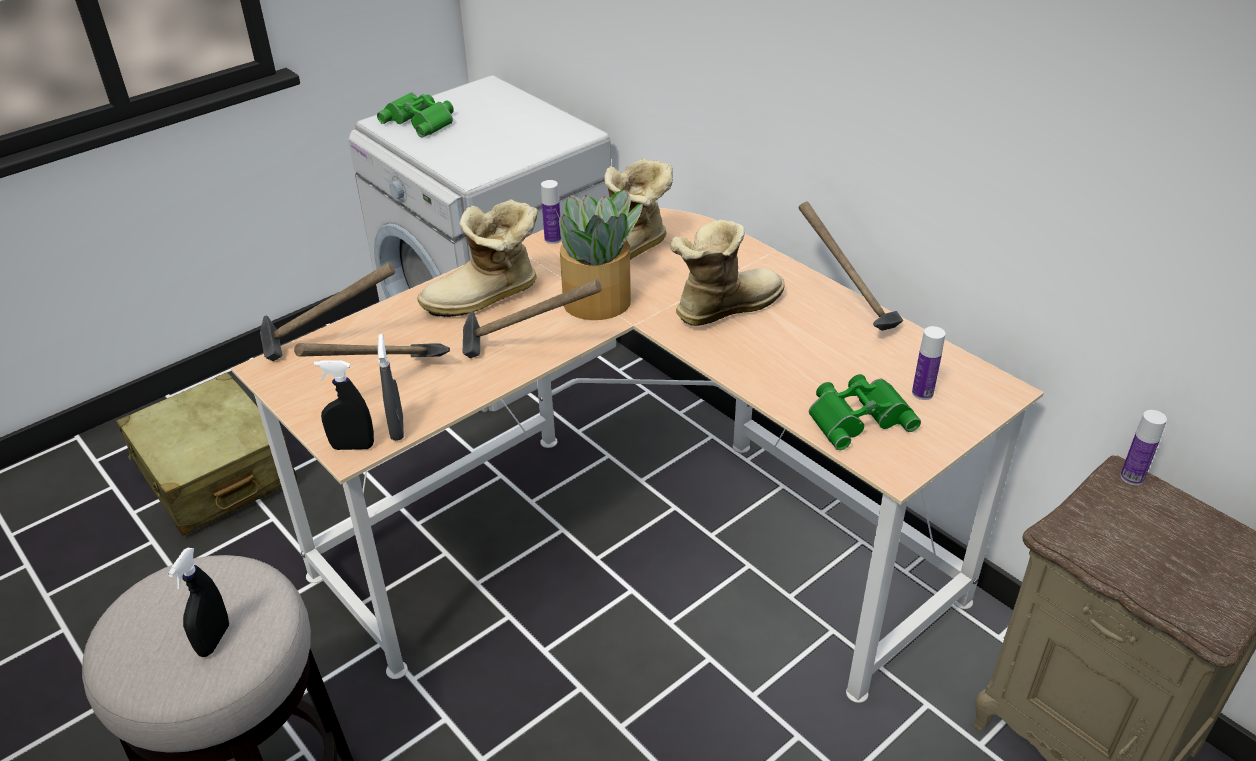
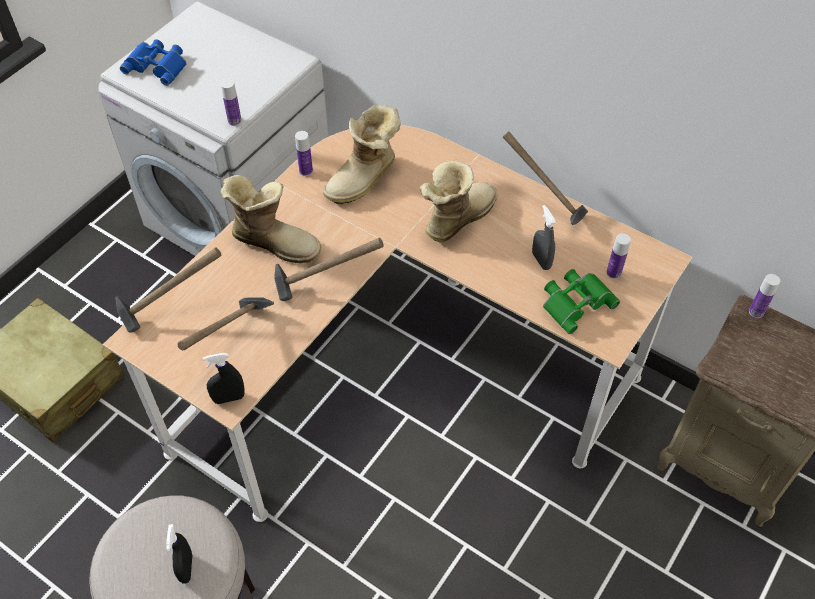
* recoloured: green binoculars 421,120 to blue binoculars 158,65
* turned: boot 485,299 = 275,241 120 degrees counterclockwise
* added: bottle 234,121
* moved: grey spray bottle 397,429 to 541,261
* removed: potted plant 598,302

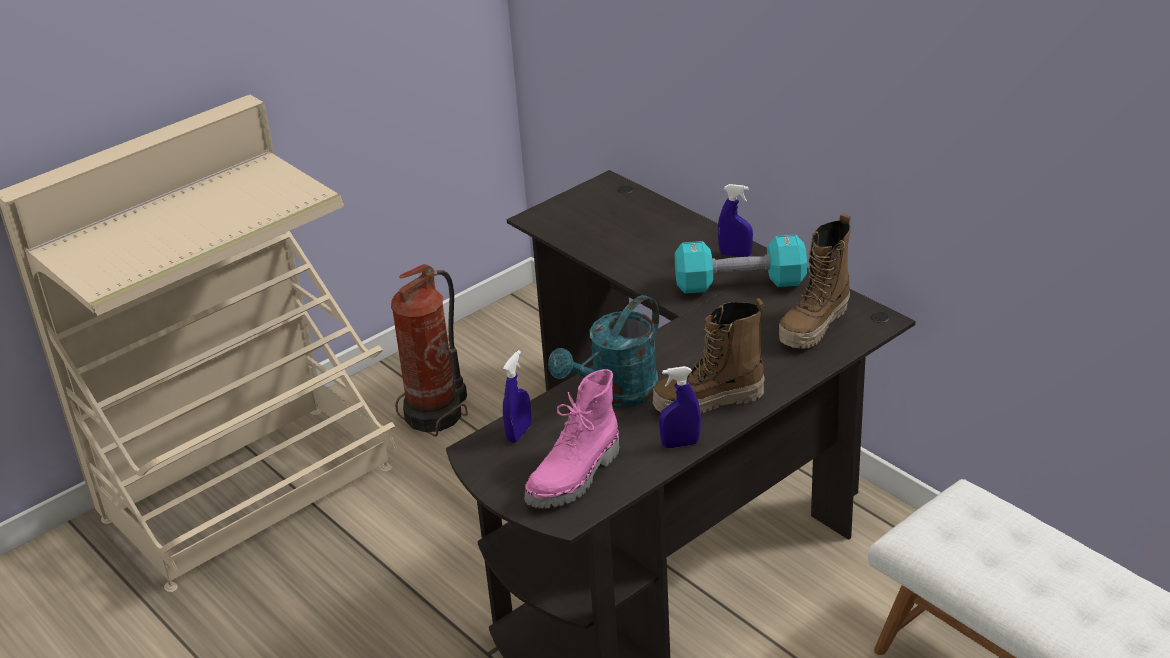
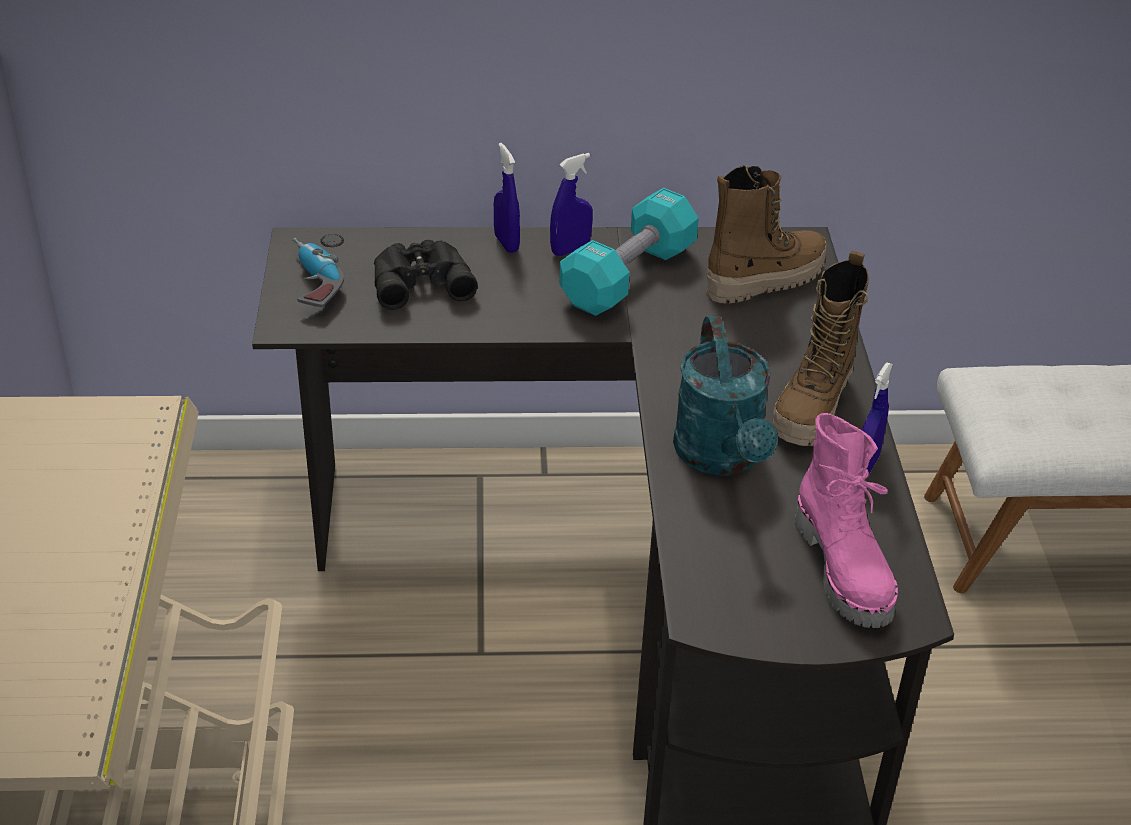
* added: power drill 311,284
* added: black binoculars 420,280
* moved: blue spray bottle 519,433 to 506,243
* turned: boot 815,326 = 764,279 105 degrees counterclockwise
* removed: fire extinguisher 437,414

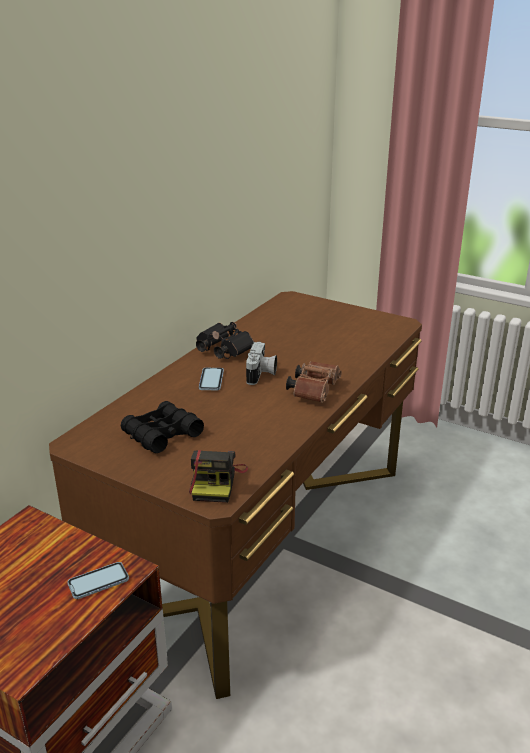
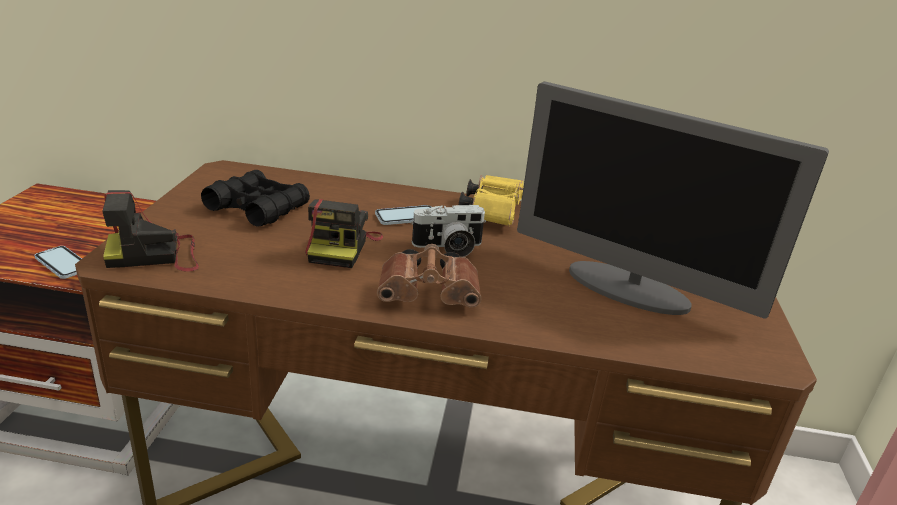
* added: photo camera 342,247
* recoloured: black binoculars 222,351 to yellow binoculars 492,212
* added: monitor 628,289

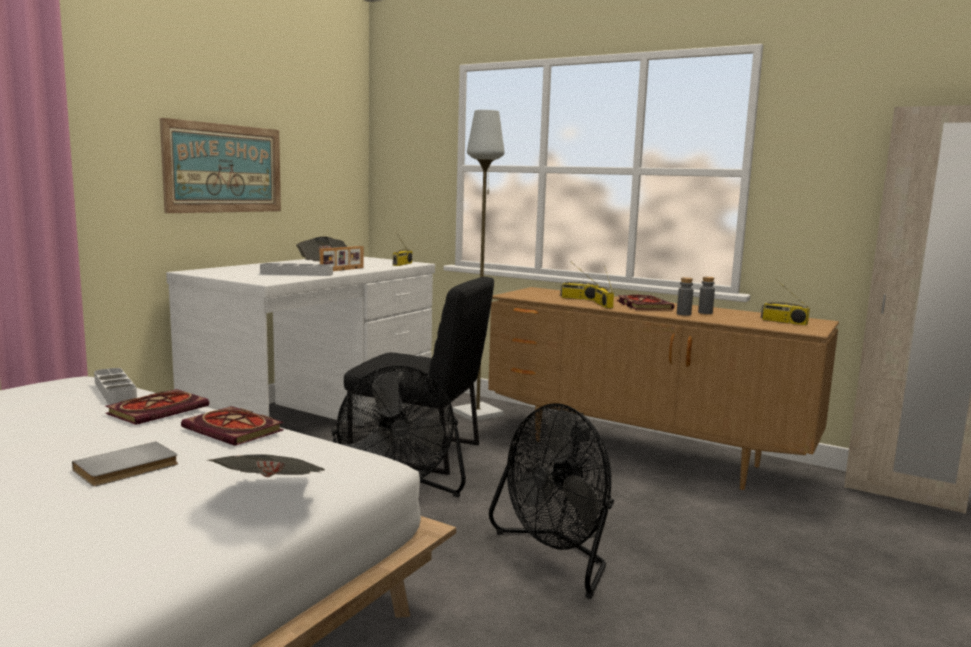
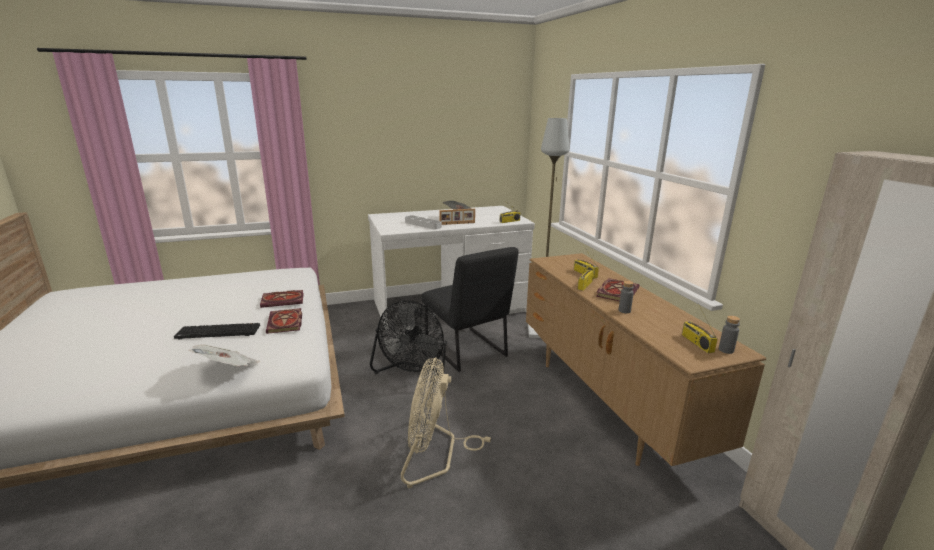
* replaced: grey book 128,468 to keyboard 217,333
* recoloured: black fan 559,553 to beige fan 437,451
* moved: grey bottle 705,312 to 726,350
* removed: grey tray 115,391
* removed: picture 224,168

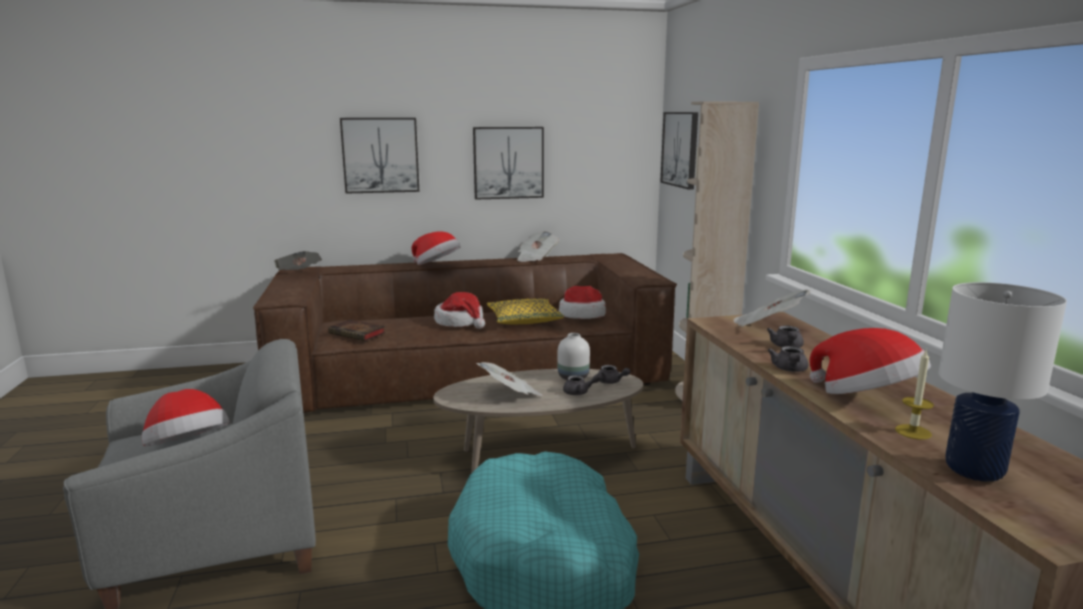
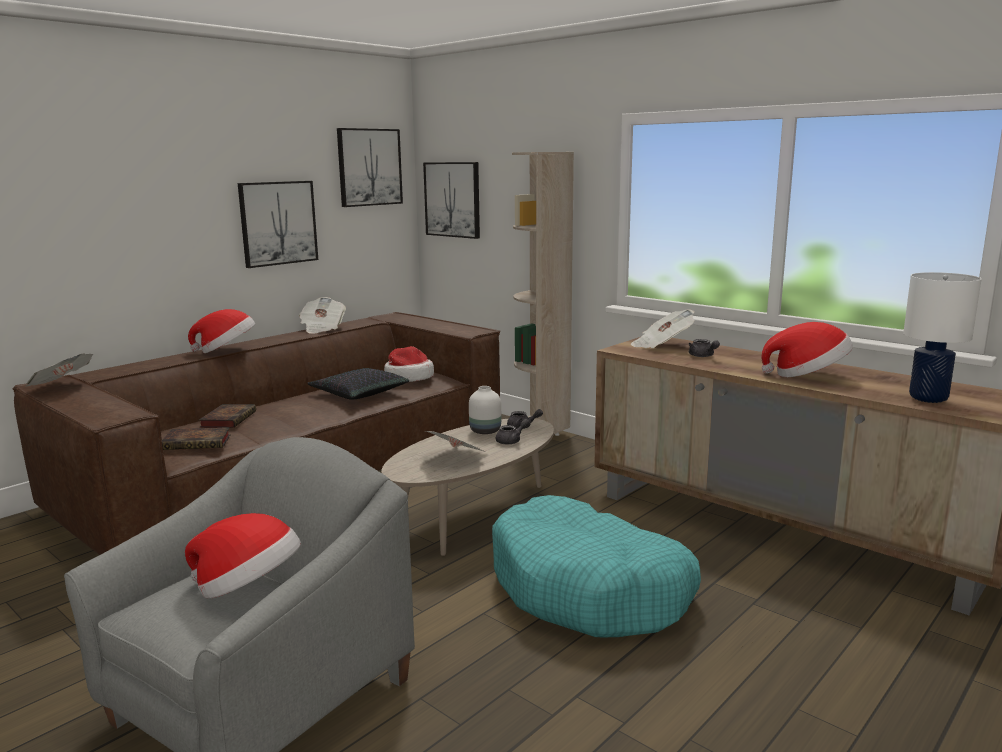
* added: book 228,419
* recoloured: yellow pillow 524,320 to black pillow 359,393
* moved: picture 380,155 to 369,167
* removed: hat 460,322
* removed: grey teapot 789,370
* removed: candle 913,432

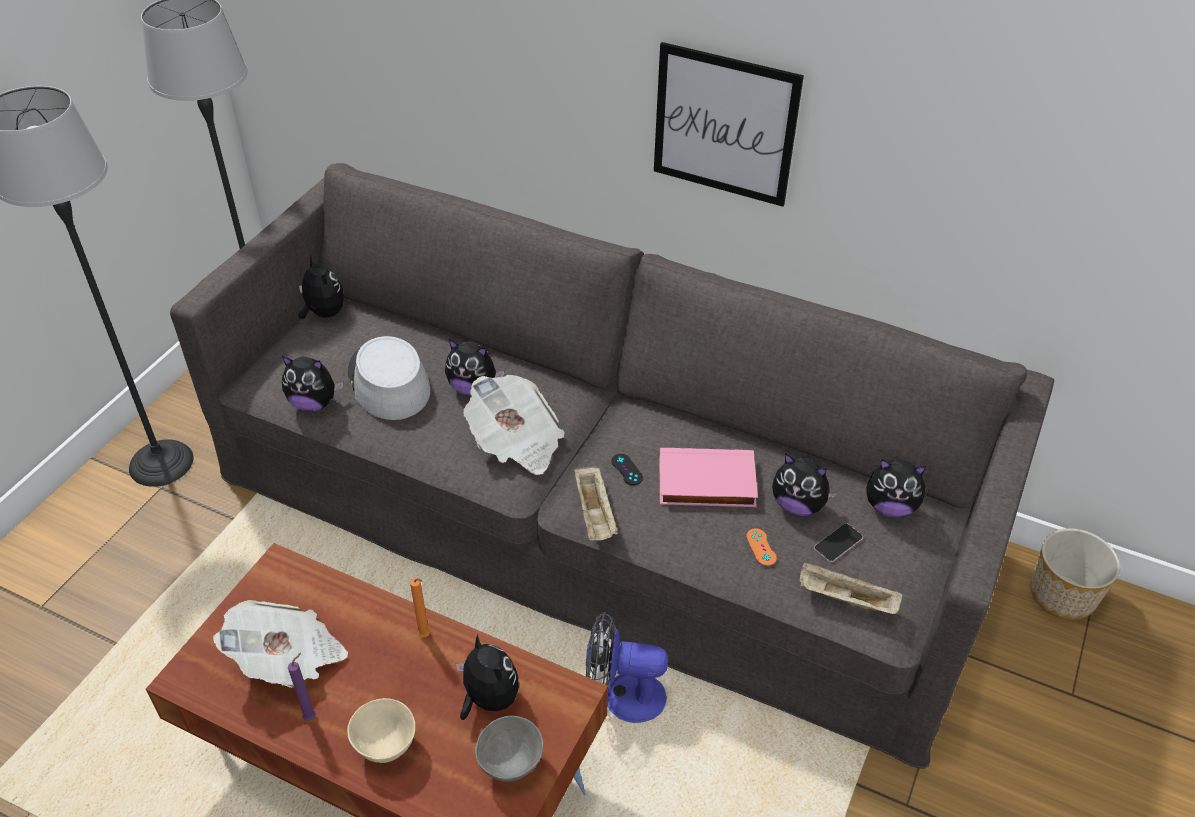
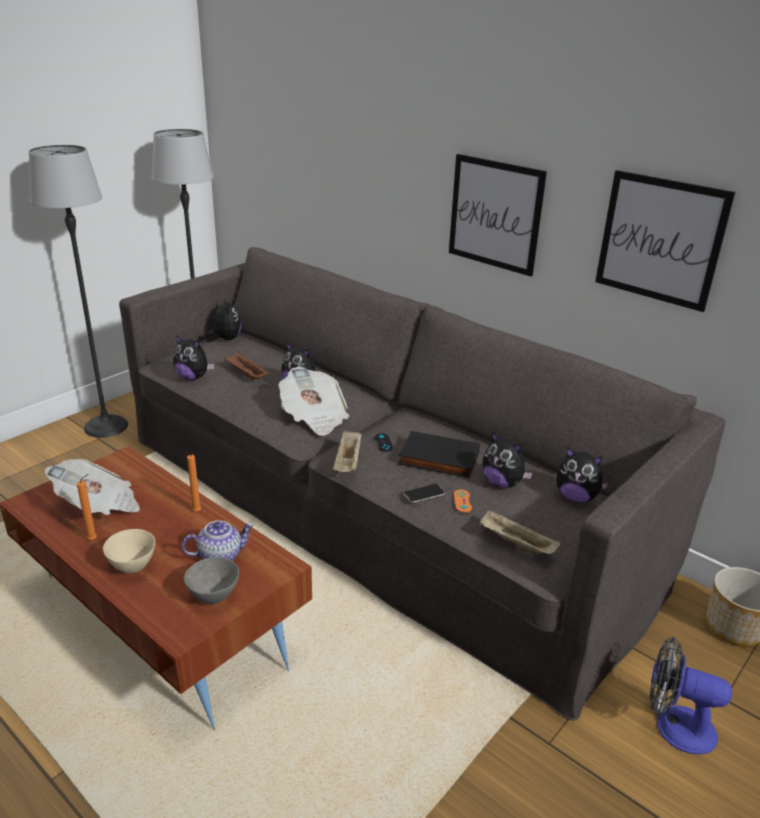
* recoloured: purple candle 311,716 to orange candle 94,539
* replaced: plush toy 488,698 to teapot 220,555
* replaced: grey hat 388,382 to brown tray 246,374
* recoloured: pink book 706,484 to black book 438,459
* moved: phone 838,543 to 424,493
* added: picture 660,240
* moved: fan 623,696 to 674,726

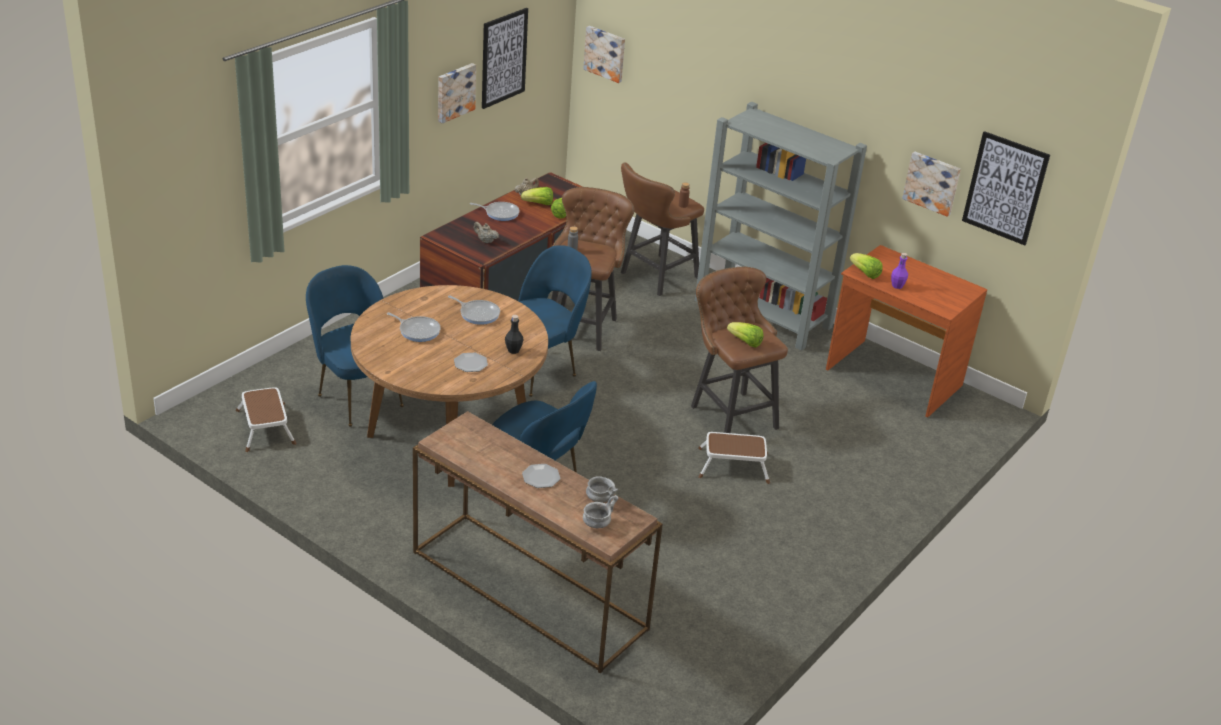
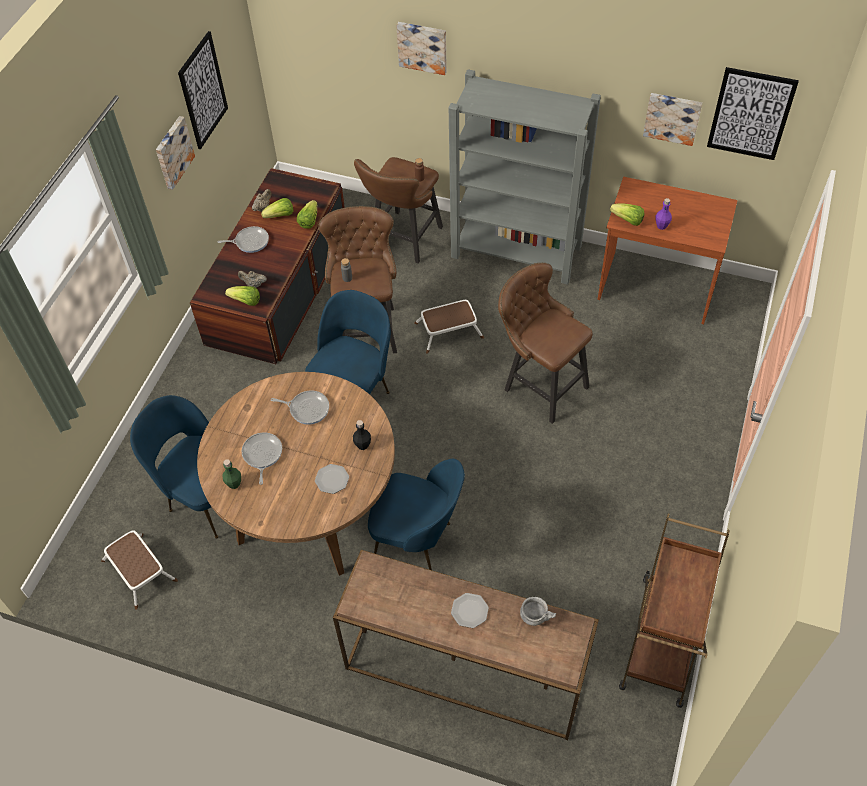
* added: green bottle 234,484
* moved: lettuce 745,342 to 245,301
* turned: frying pan 418,331 = 262,455 105 degrees counterclockwise
* moved: picture 605,53 to 422,46
* moved: brown step ladder 733,465 to 448,330
* added: brown cart 661,641
* removed: grey bowl 597,523

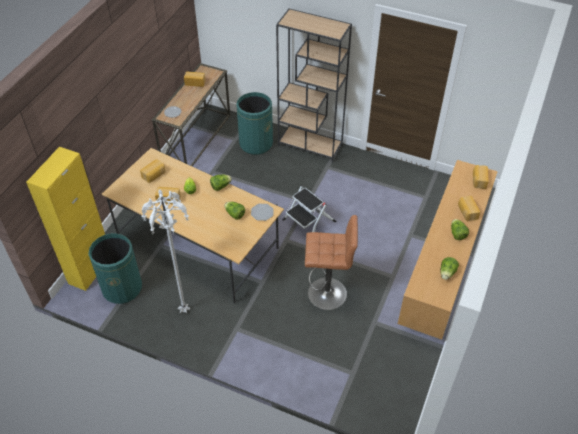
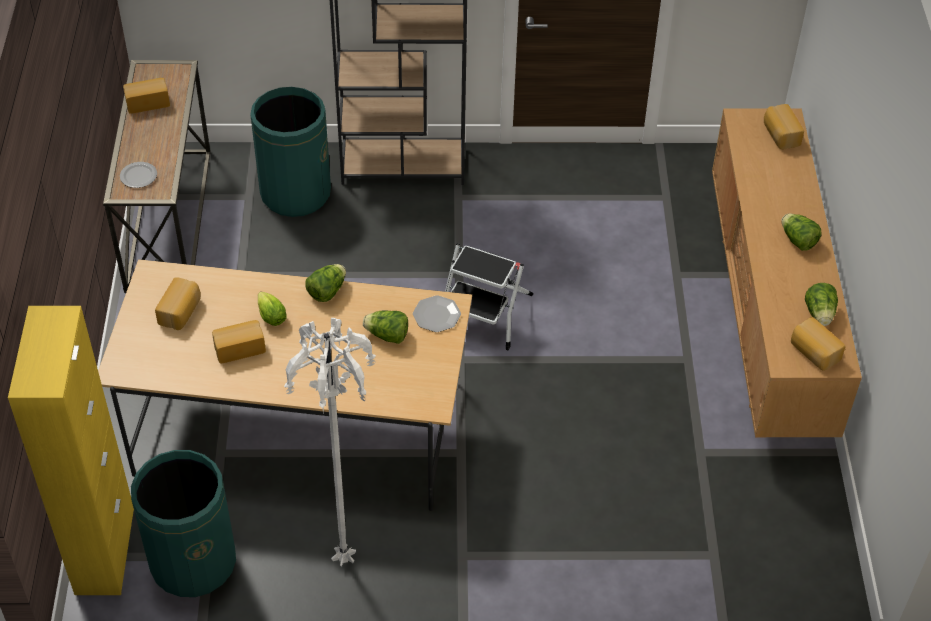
* moved: bread 467,212 to 813,352
* removed: brown stool 327,294

